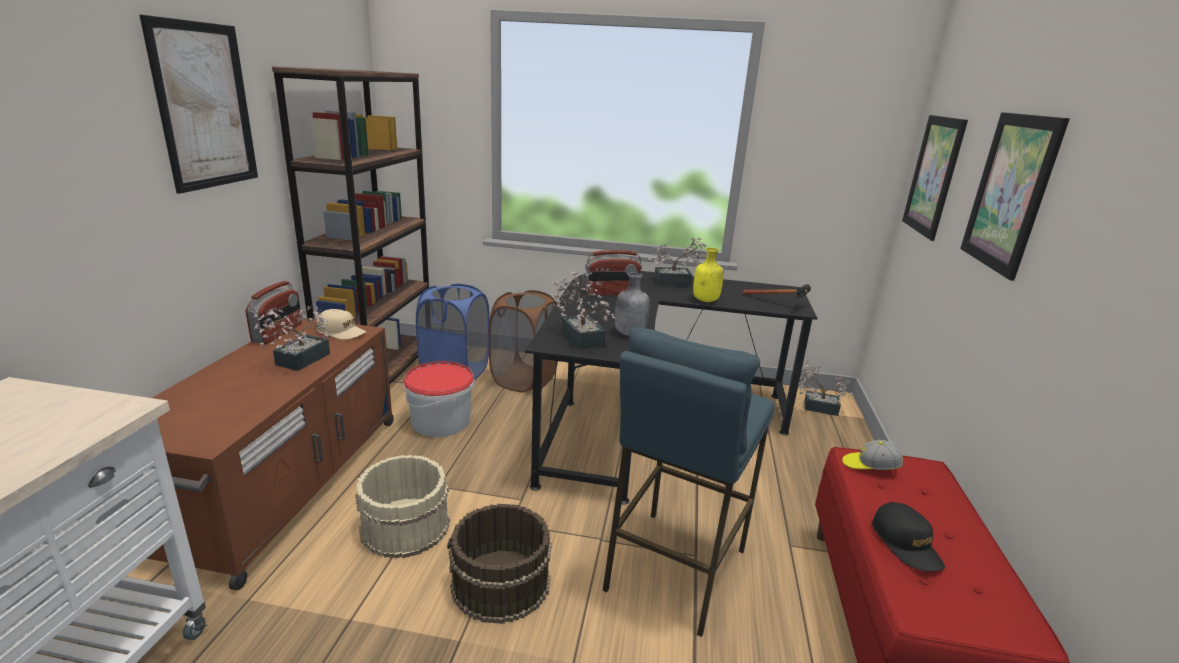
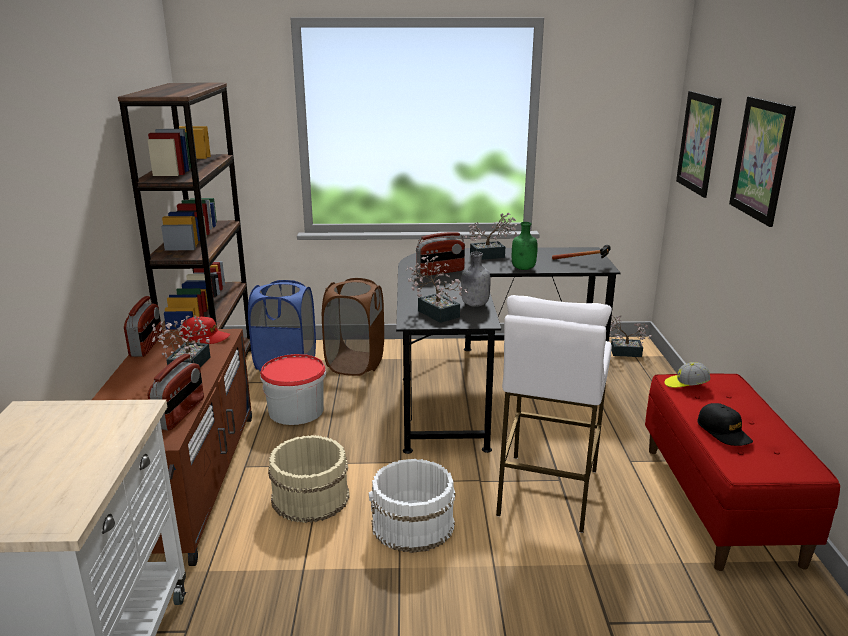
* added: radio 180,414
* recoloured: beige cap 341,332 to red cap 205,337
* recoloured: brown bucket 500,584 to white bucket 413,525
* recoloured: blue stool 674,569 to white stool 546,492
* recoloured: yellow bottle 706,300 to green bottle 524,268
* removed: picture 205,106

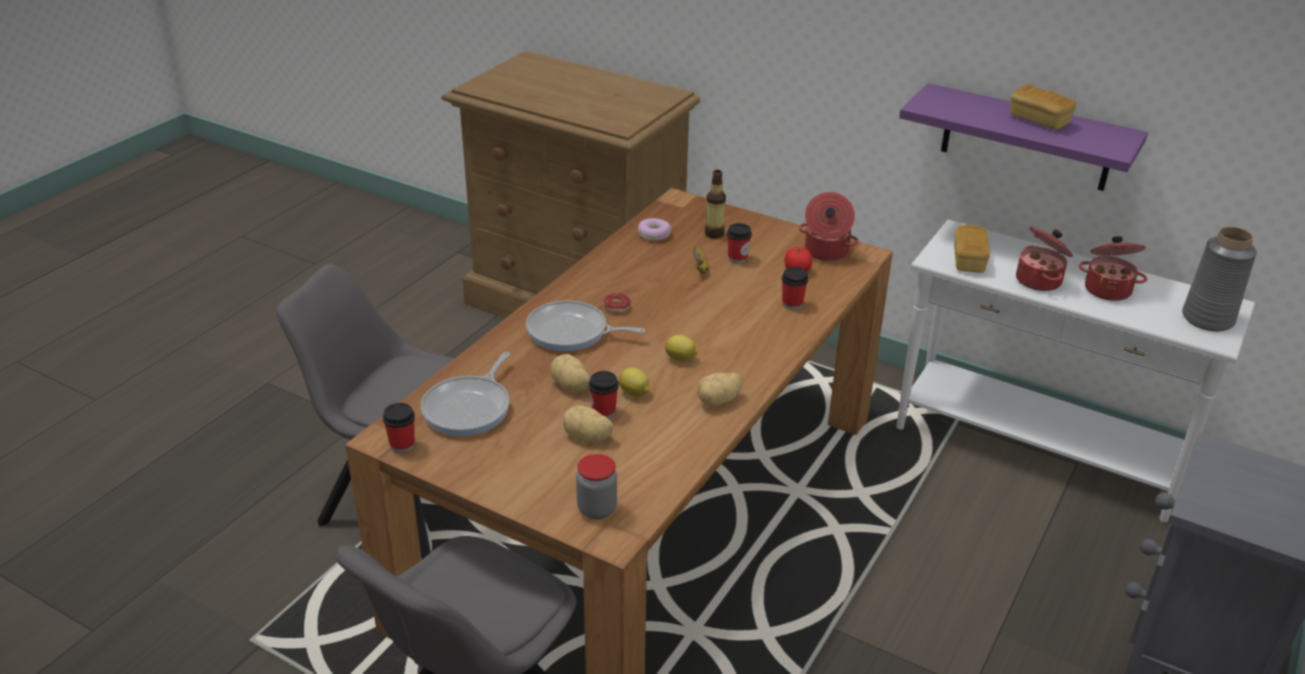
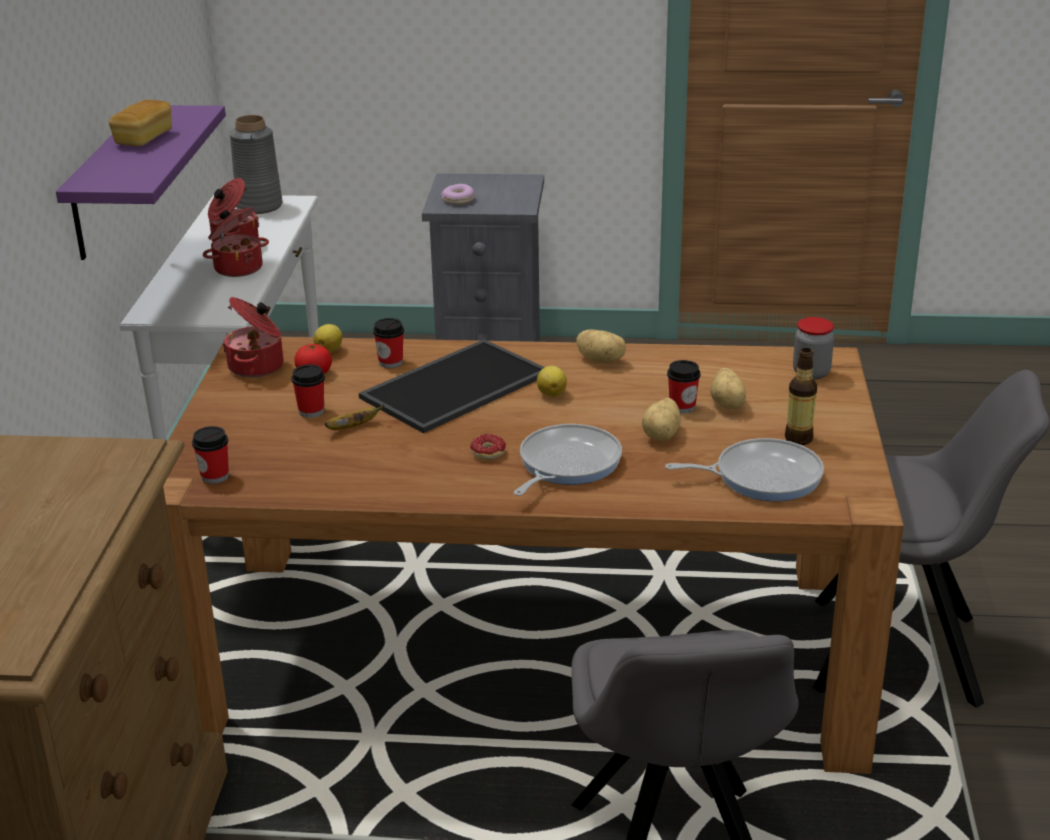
* moved: cup 402,445 to 215,476
* moved: lemon 634,393 to 329,350
* added: tray 455,384
* moved: donut 654,235 to 458,200
* turned: frying pan 571,332 = 566,464 135 degrees counterclockwise
* moved: bottle 714,234 to 798,439
* removed: bread 968,260

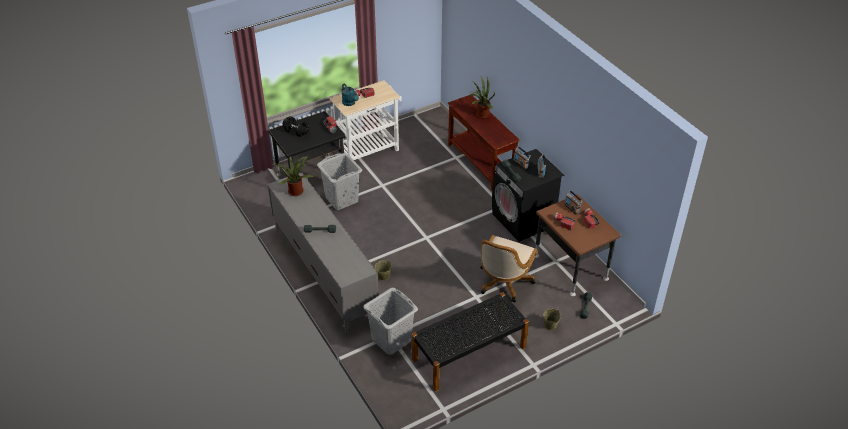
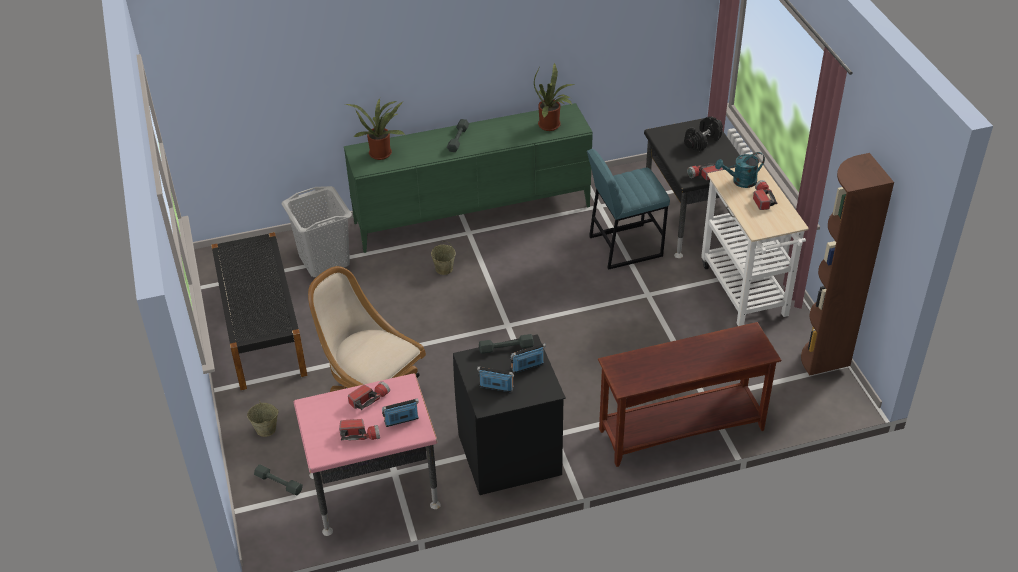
* recoloured: brown desk 571,266 to pink desk 374,490
* recoloured: grey cabinet 323,273 to green cabinet 473,214
* moved: potted plant 481,114 to 381,152
* replaced: grey laundry basket 341,199 to blue stool 623,247
* added: brown bookcase 821,360

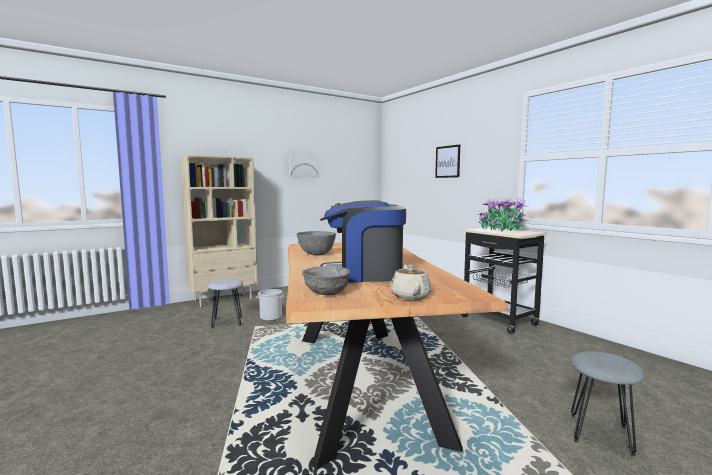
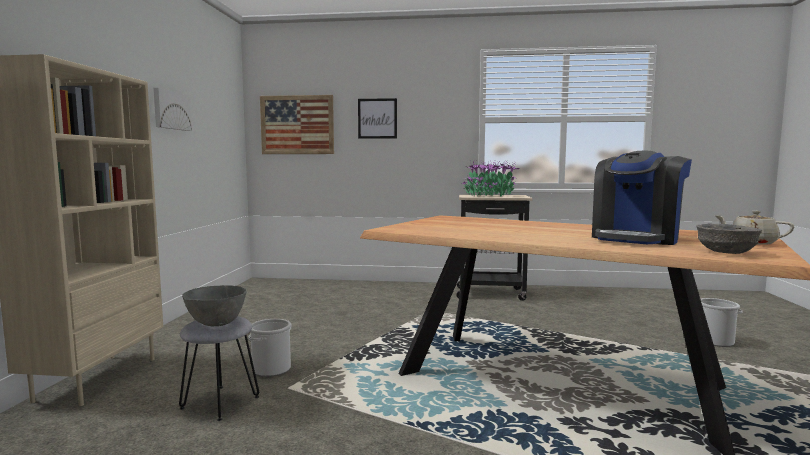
* moved: grey bowl 317,254 to 217,324
* added: picture 297,125
* replaced: grey stool 601,434 to bucket 715,341

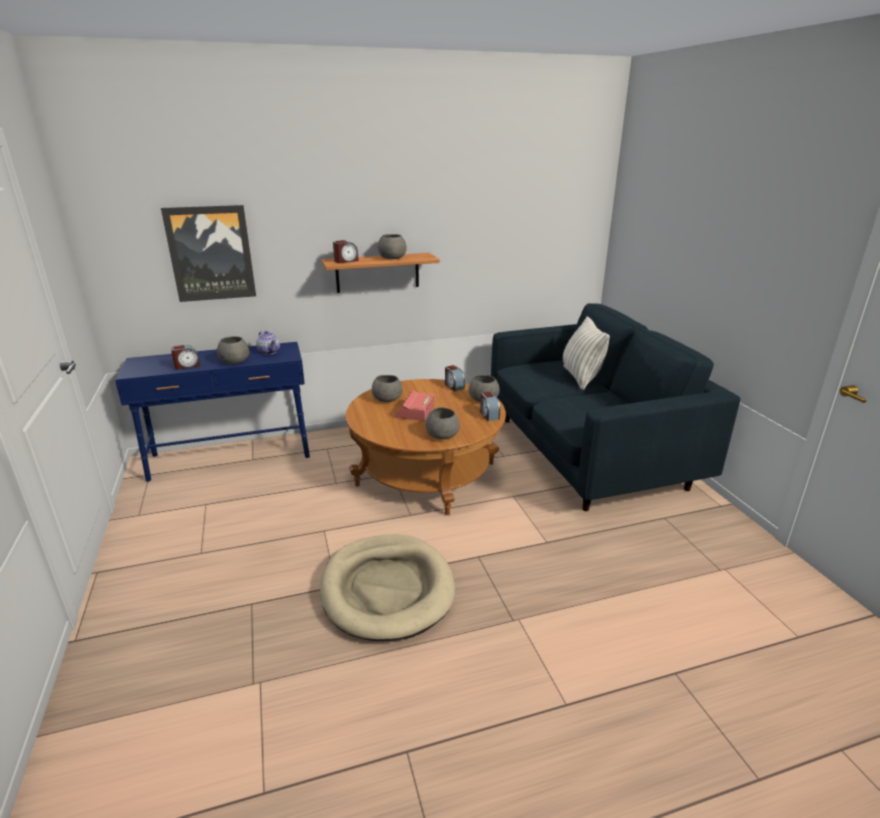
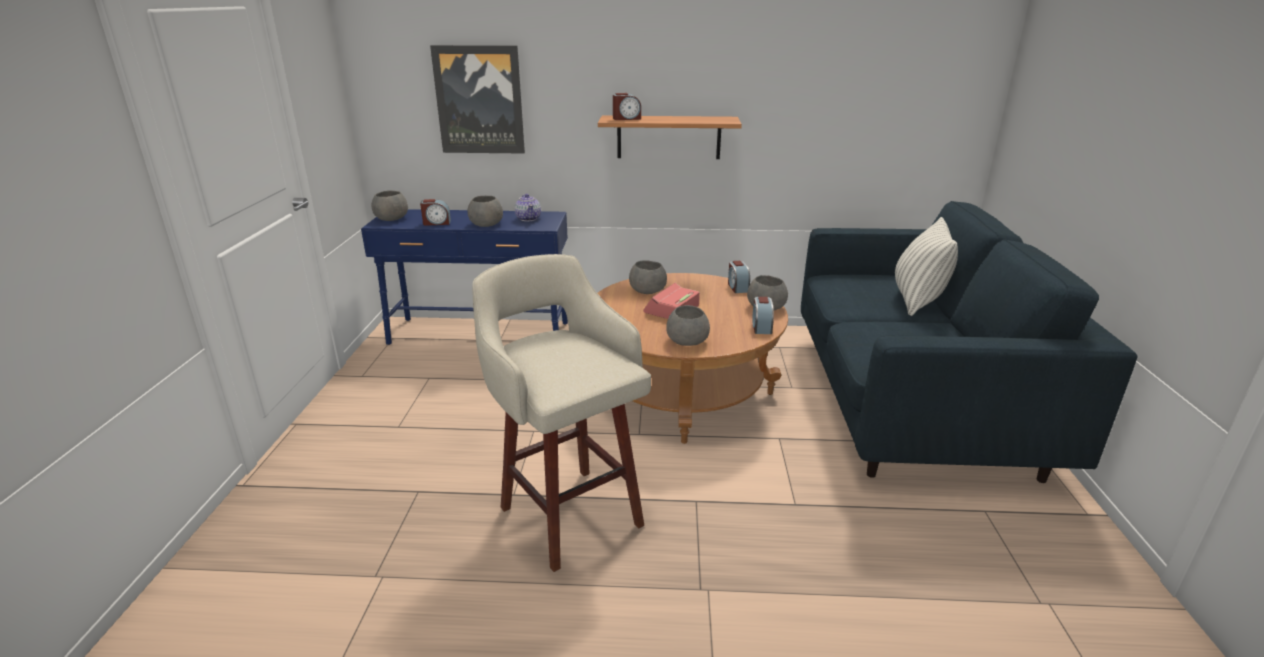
* moved: grey bowl 392,258 to 391,218
* replaced: beige dog bed 387,589 to beige stool 568,513

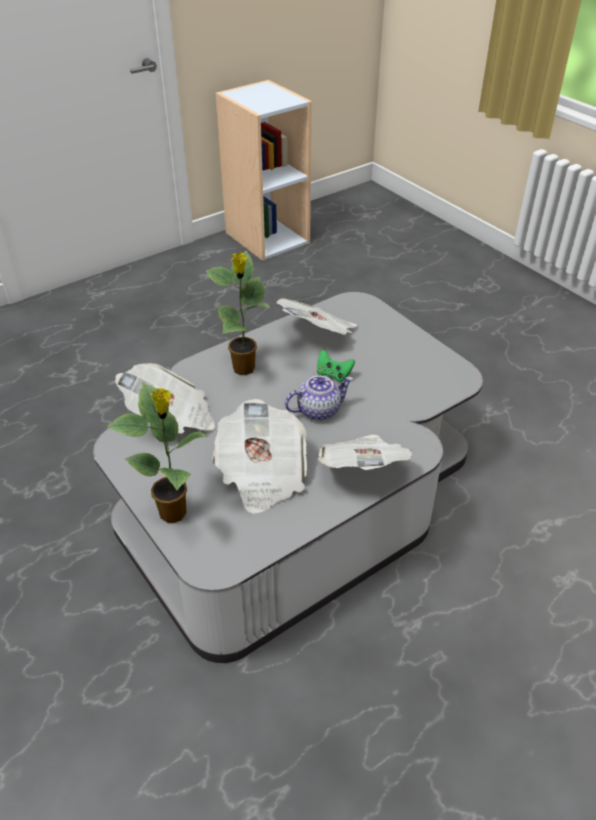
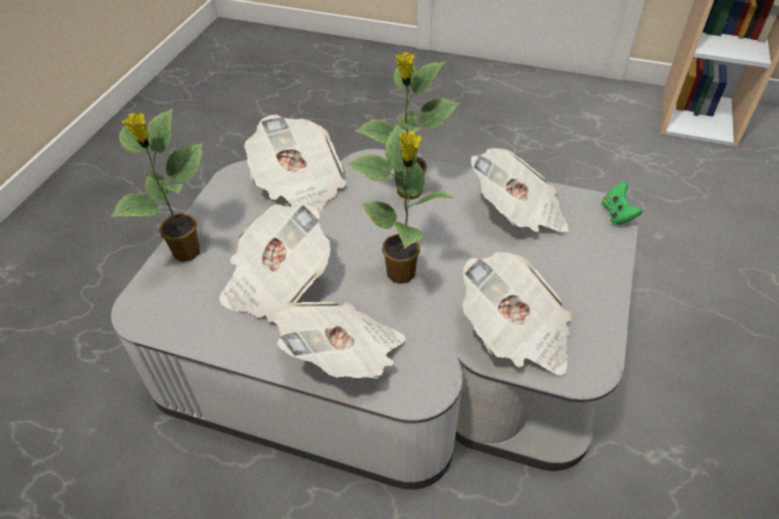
* replaced: teapot 318,410 to potted plant 402,274
* added: newspaper 516,333
* moved: green game controller 333,375 to 617,214

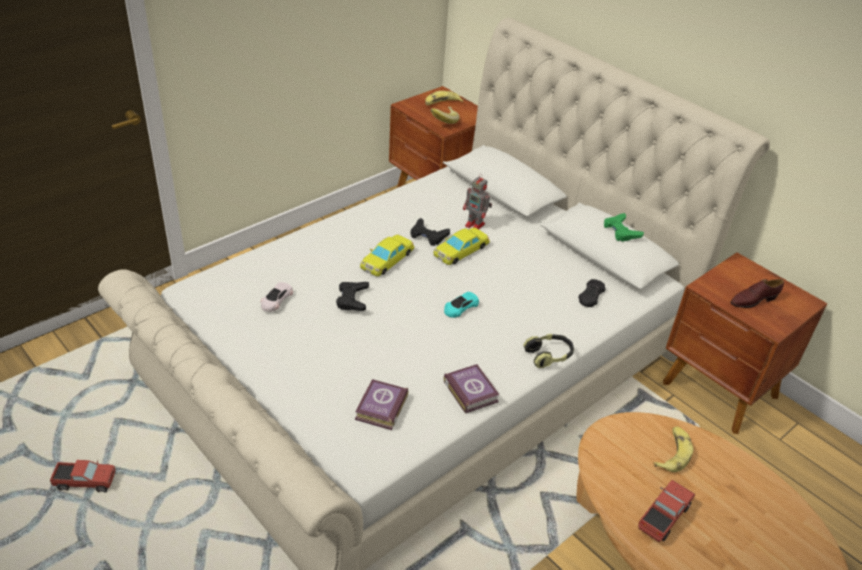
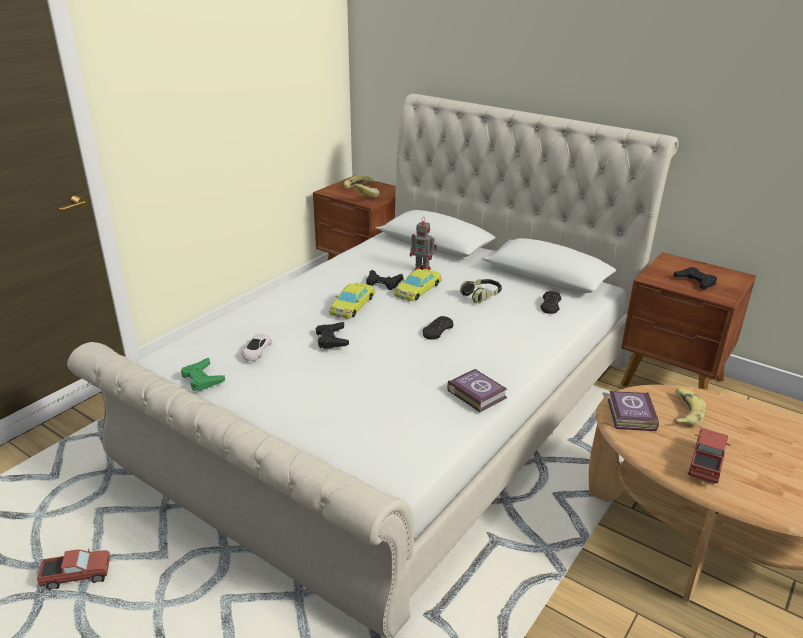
* moved: green game controller 621,231 to 202,379
* recoloured: turquoise toy car 460,307 to black toy car 437,331
* moved: headphones 548,355 to 482,296
* moved: book 380,408 to 630,415
* replaced: brown shoe 753,300 to black game controller 695,281

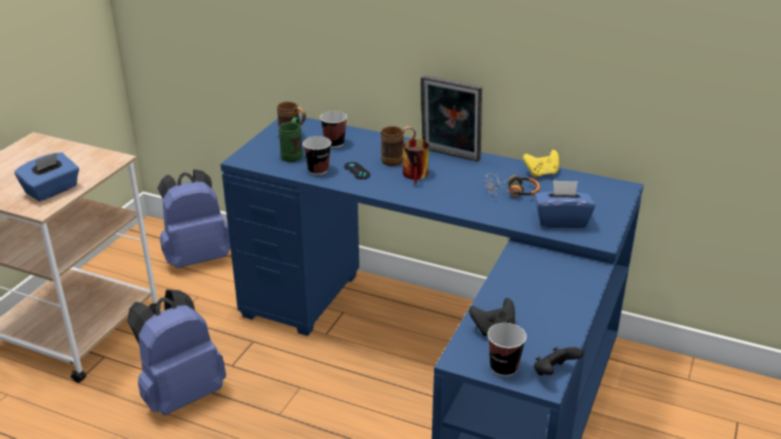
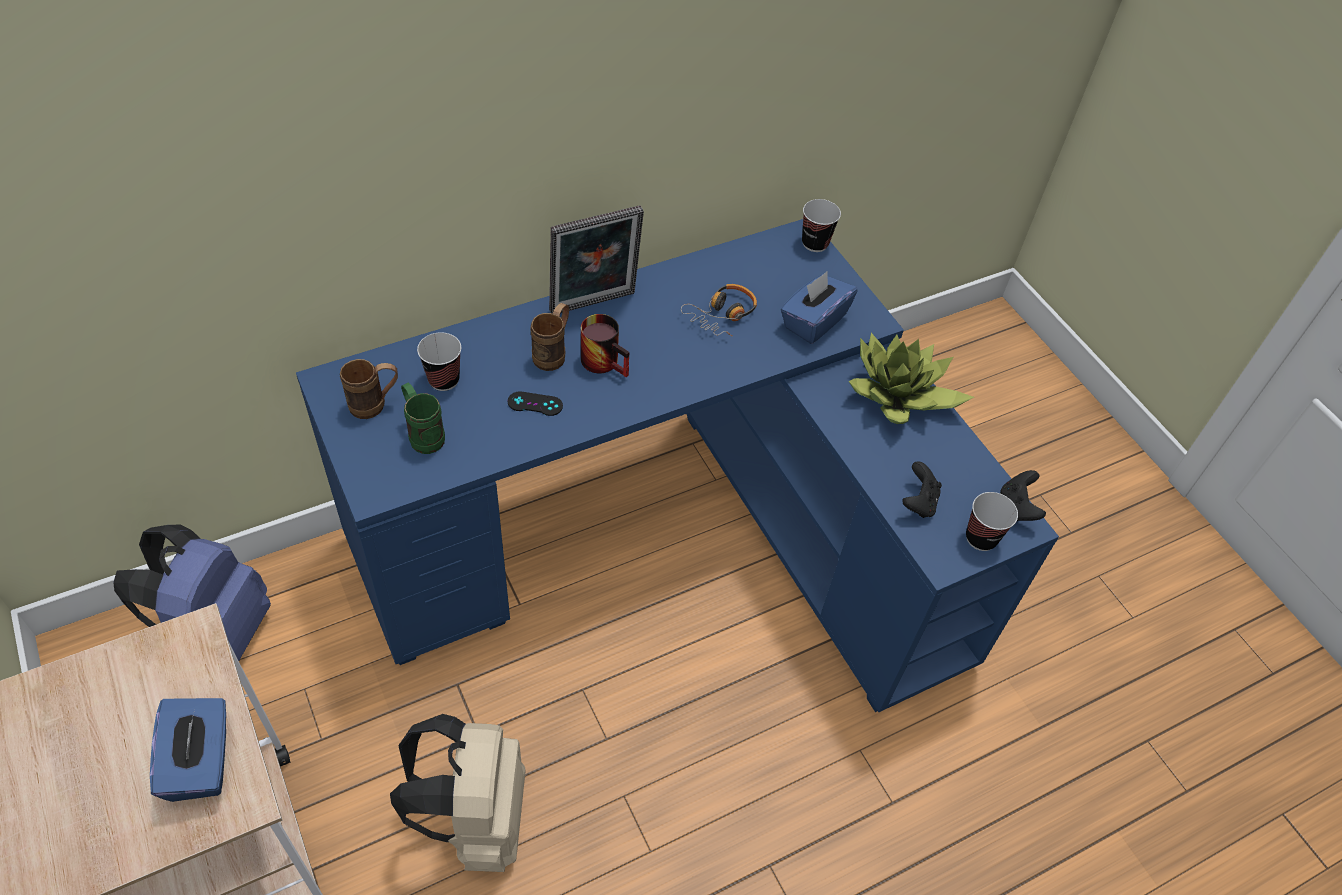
* recoloured: blue backpack 181,394 to beige backpack 475,819
* moved: cup 318,170 to 815,243
* added: potted plant 899,395
* removed: yellow game controller 541,173

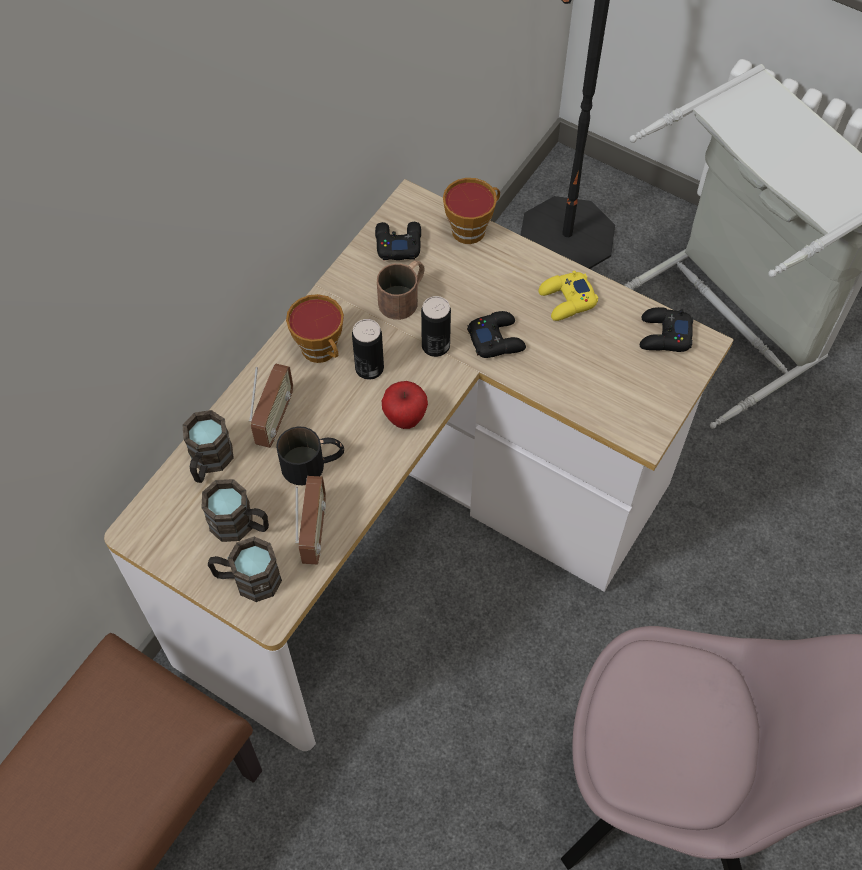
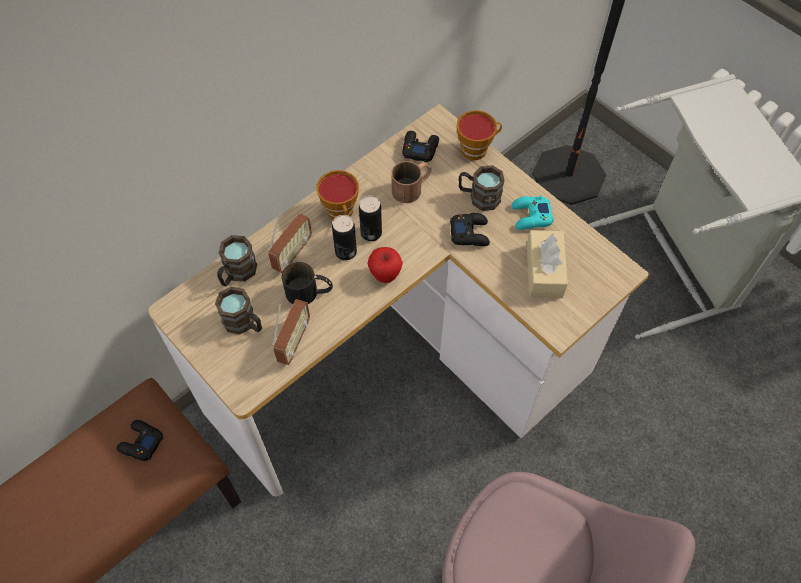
* moved: black game controller 664,335 to 140,442
* moved: can 435,346 to 345,251
* moved: brown mug 247,579 to 478,197
* recoloured: yellow game controller 567,300 to turquoise game controller 531,216
* added: beige tissue box 544,271

